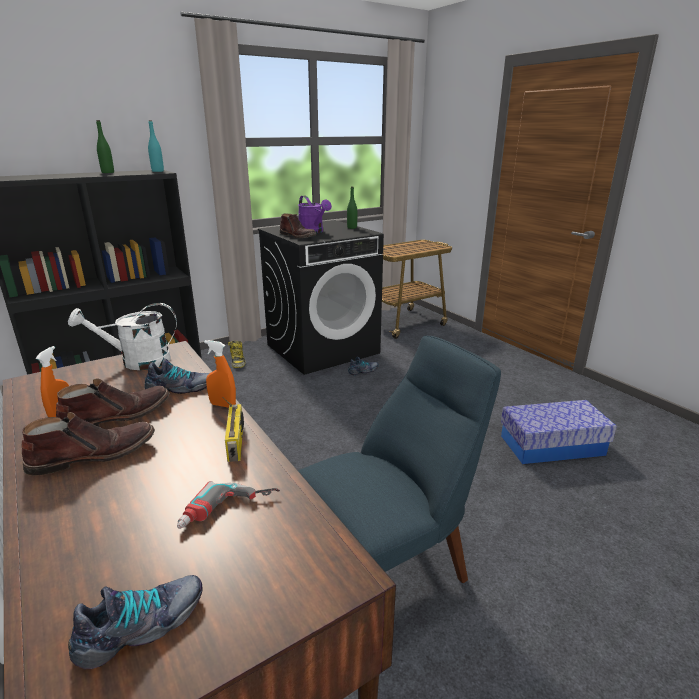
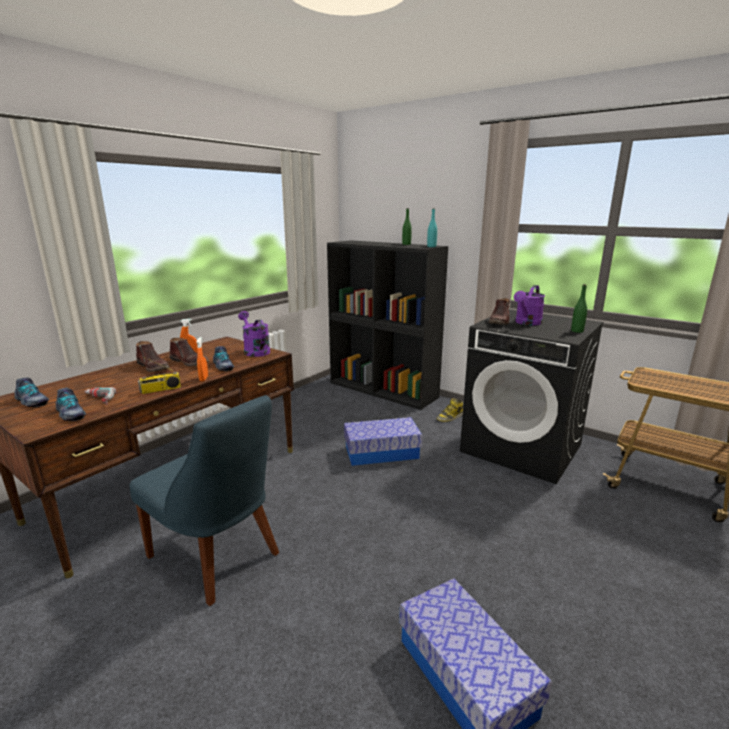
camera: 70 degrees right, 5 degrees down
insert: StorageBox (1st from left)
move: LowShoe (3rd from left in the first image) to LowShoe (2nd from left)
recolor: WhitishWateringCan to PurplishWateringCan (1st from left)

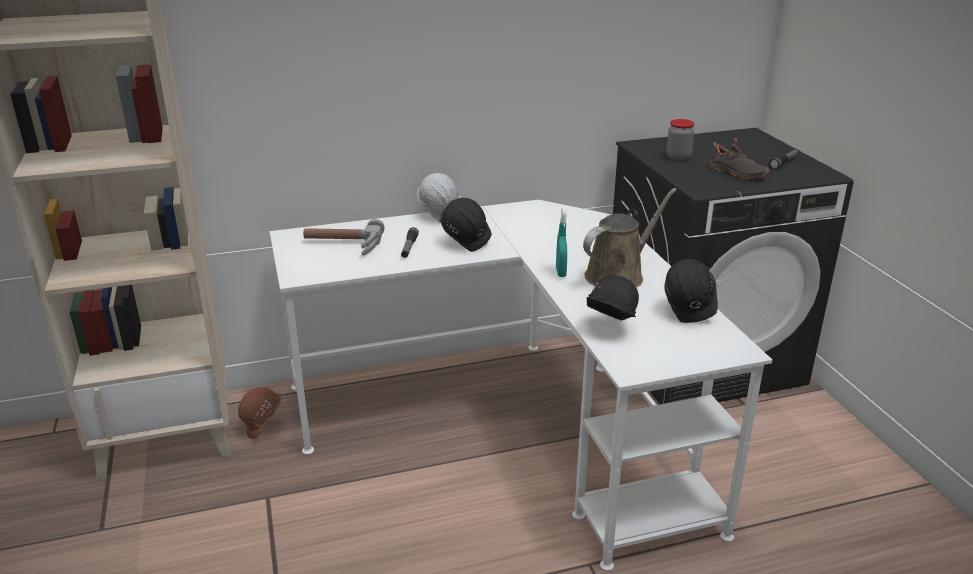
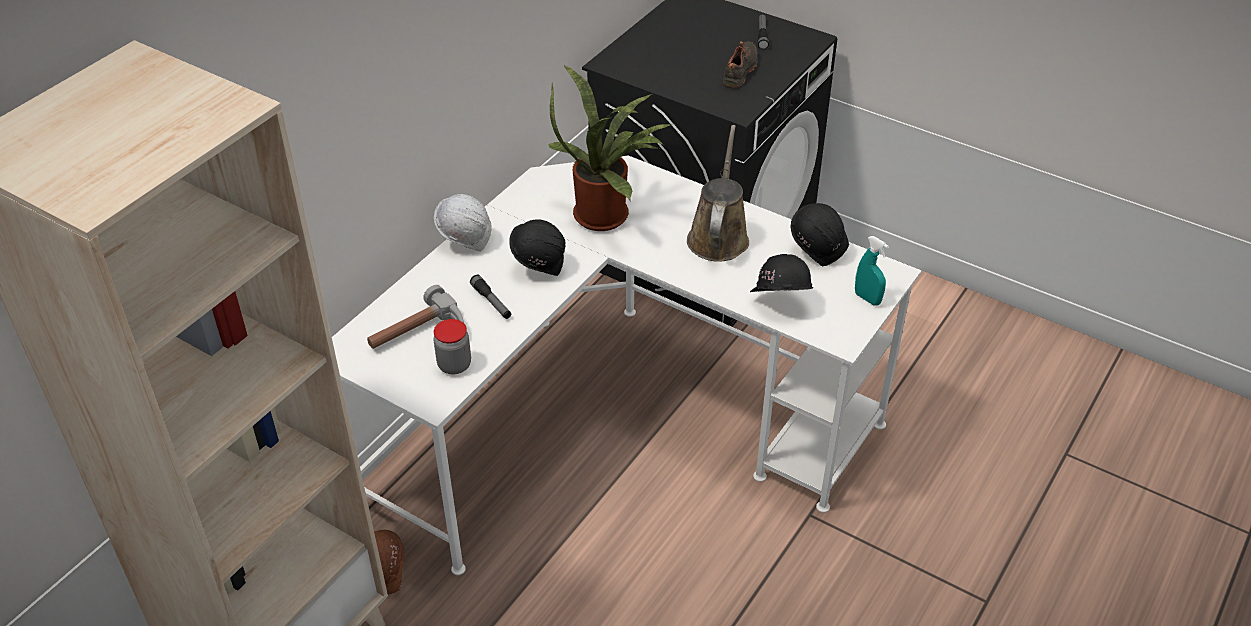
camera: 40 degrees left, 15 degrees up
insert: PottedPlant
move: BlueGreenSprayBottle; StorageJar
rotate: BlackishLowShoe 75 degrees counterclockwise

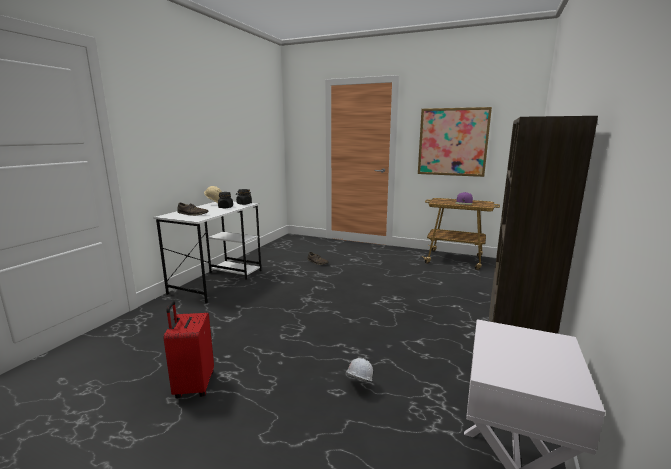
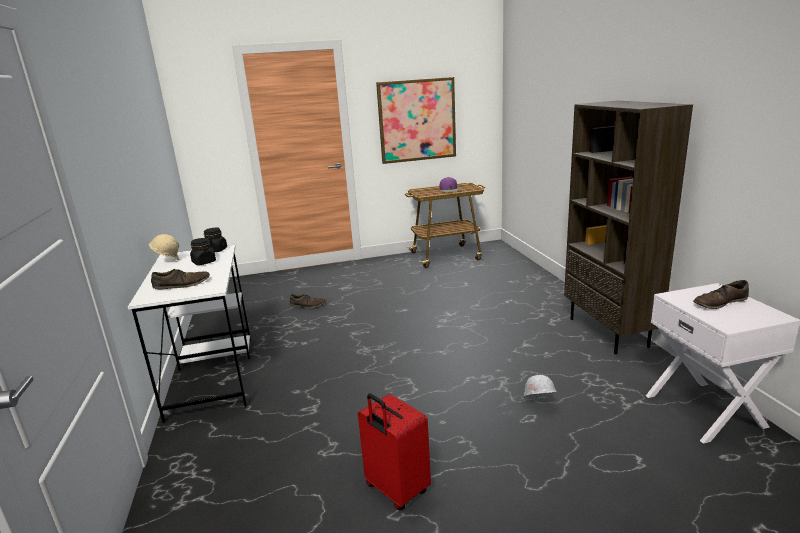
camera: 35 degrees left, 5 degrees up
insert: BrownishLowShoe (3rd from left)

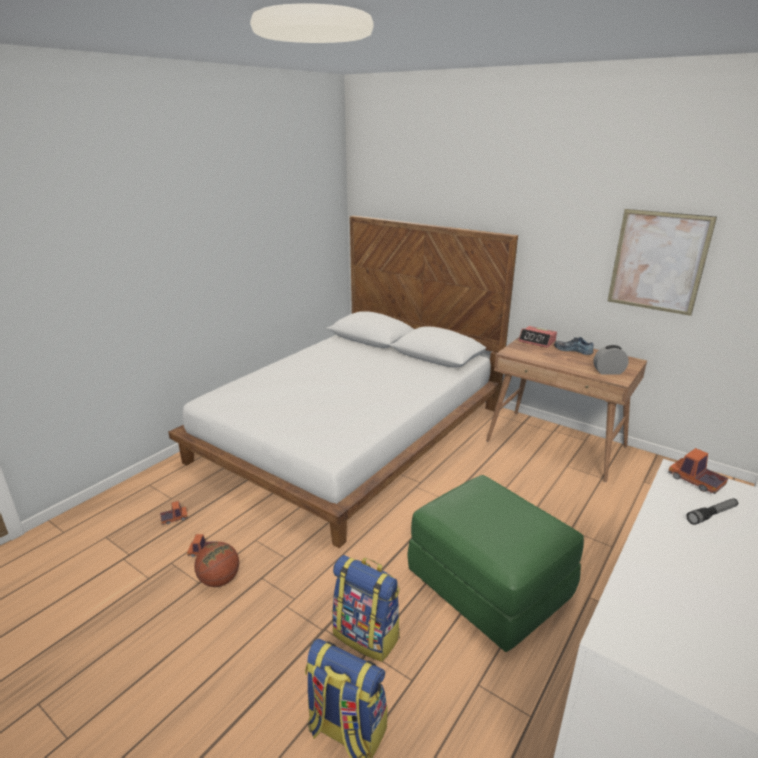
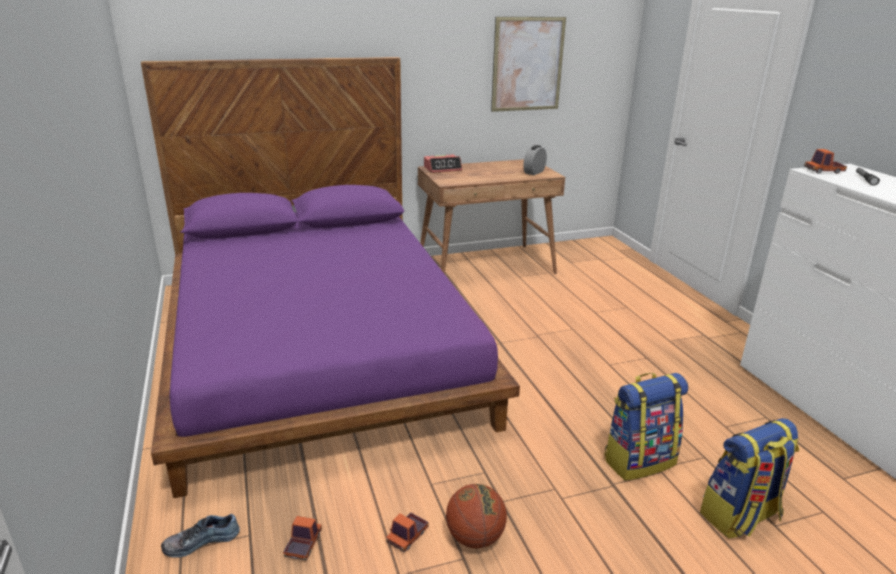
camera: 55 degrees left, 0 degrees up
delete: GreenishPouffe
move: LowShoe
recolor: WhitishBedroomBed to PurplishBedroomBed

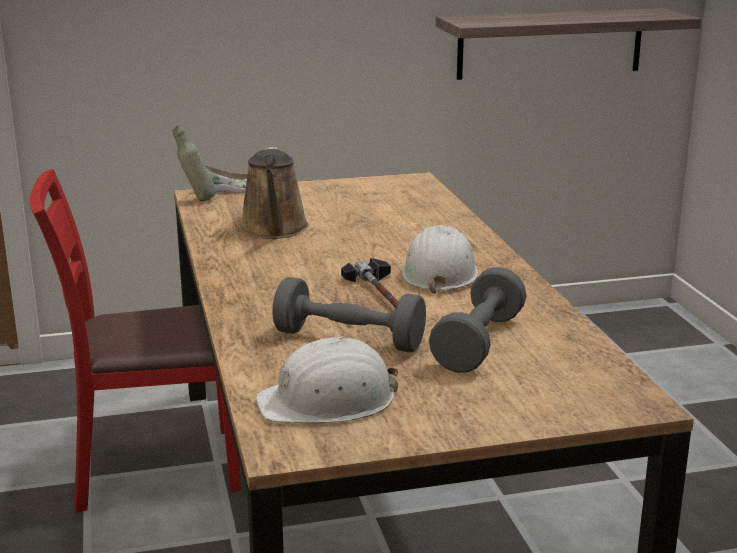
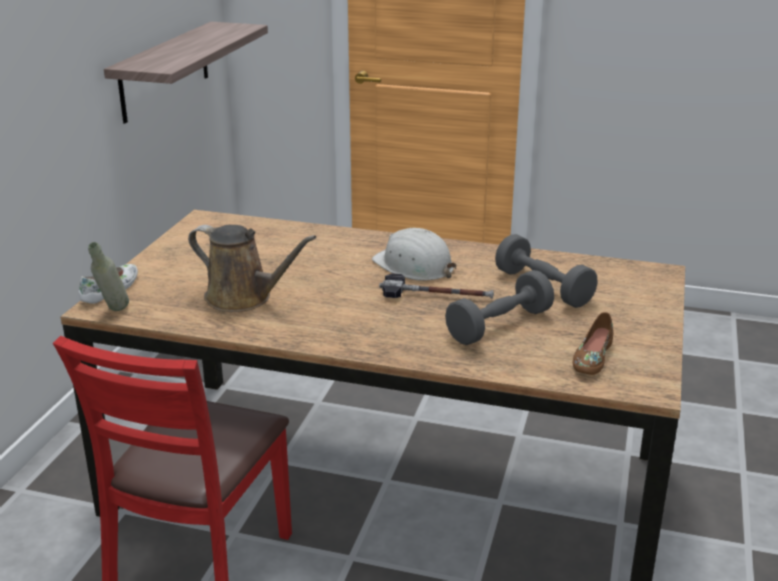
camera: 60 degrees left, 5 degrees up
replace: WhitishWorkHelmet (1st from left) to BrownishLowShoe

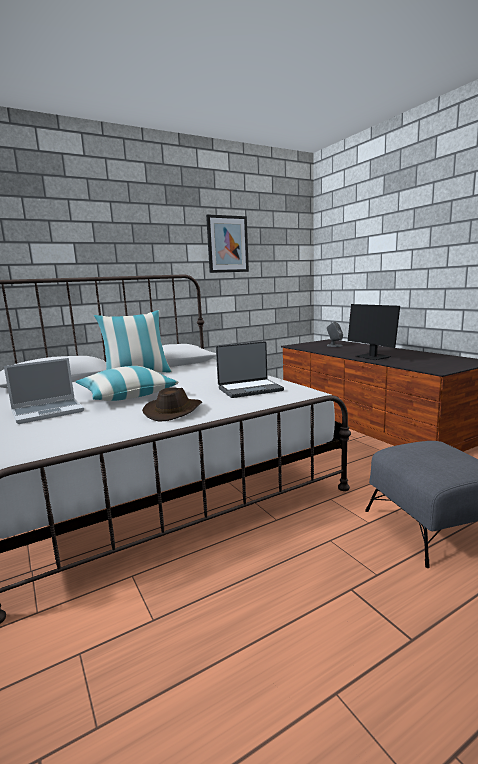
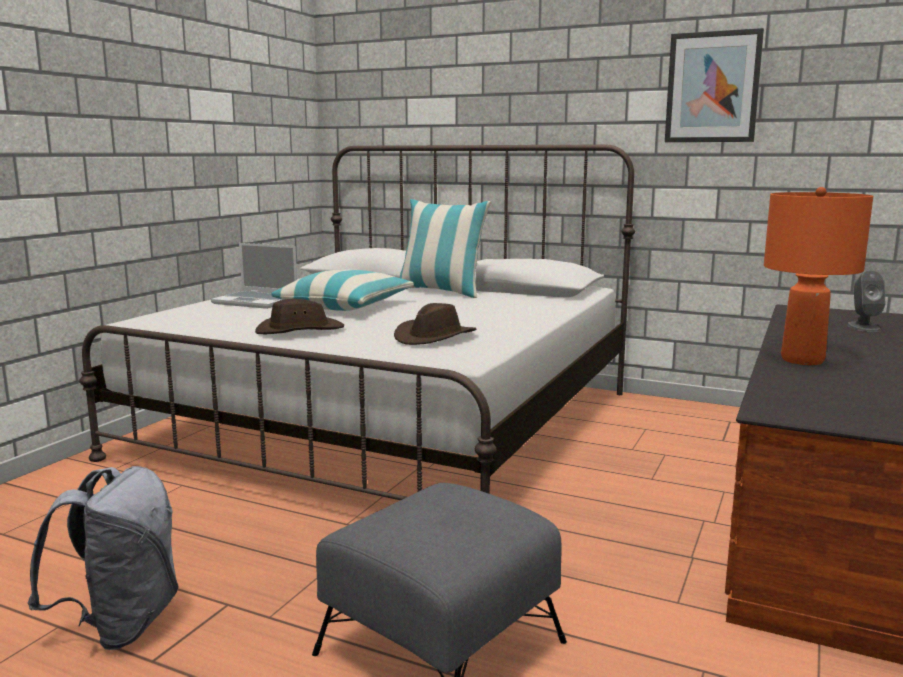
camera: 55 degrees right, 0 degrees up
insert: GreyishKnapsack
replace: Laptop (2nd from left) to BrownishWearableHat (2nd from left); ComputerDisplay to OrangeColouredLampForATable

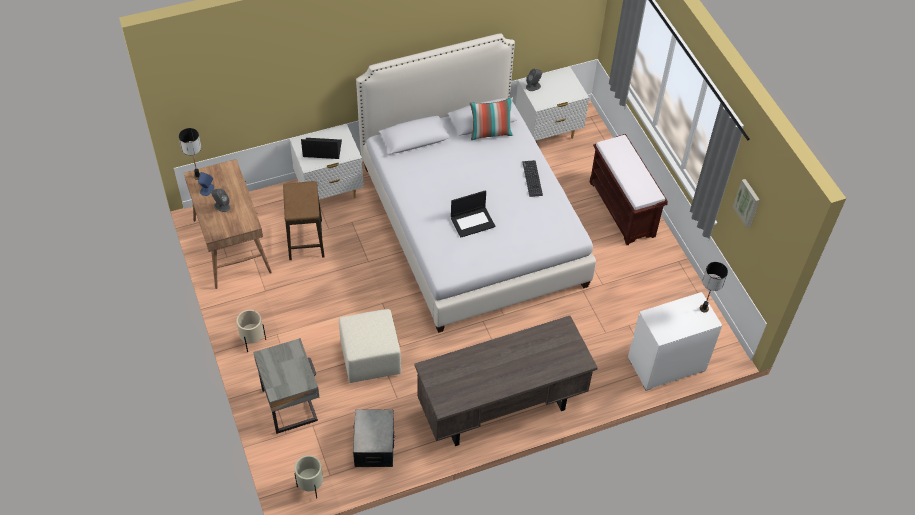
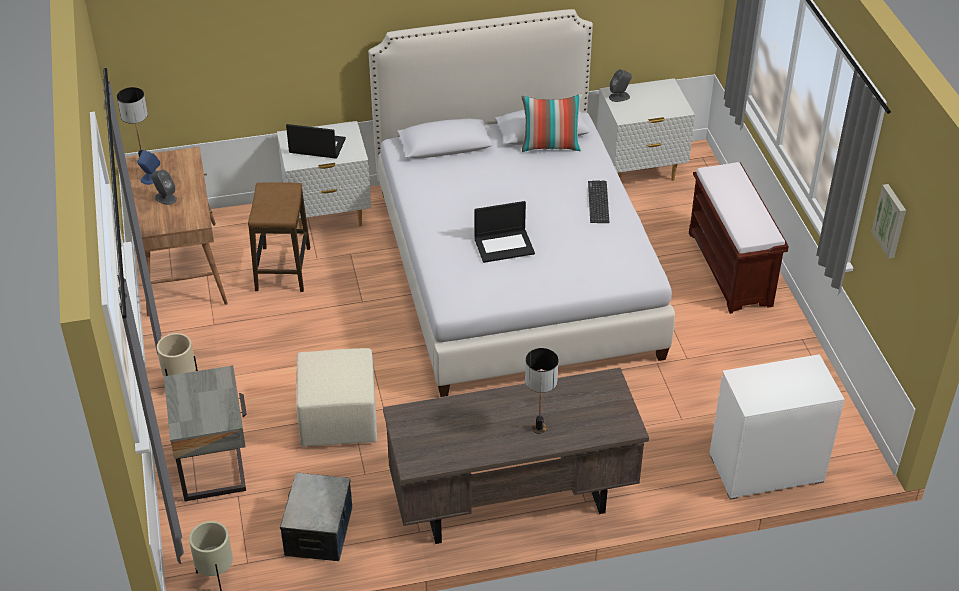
camera: 10 degrees right, 10 degrees down
move: LampForATable (2nd from left)

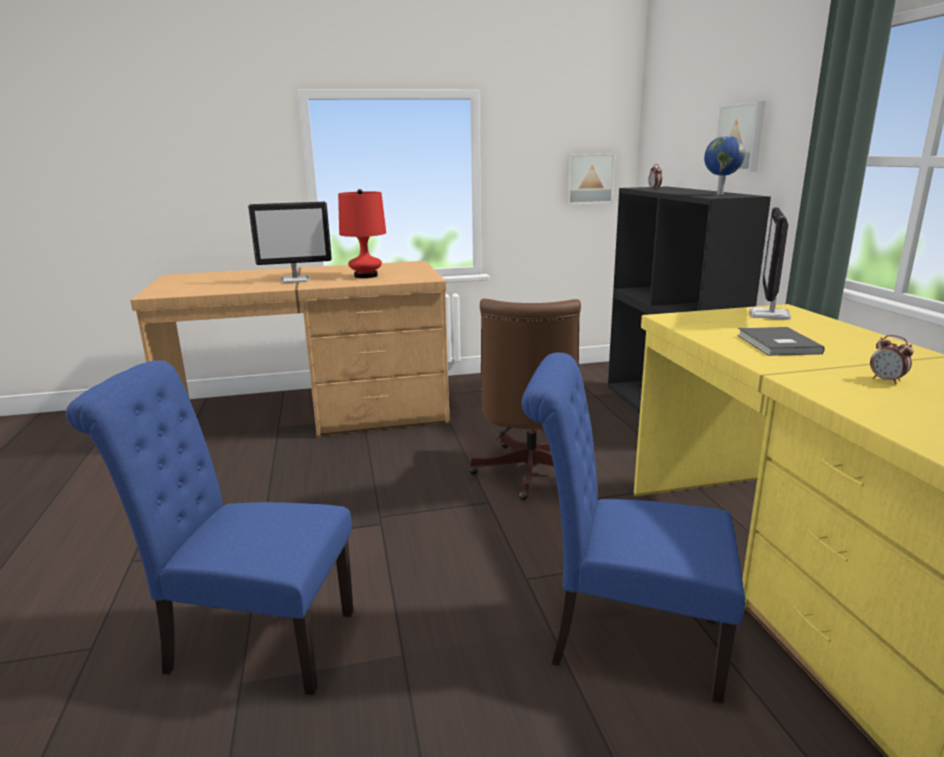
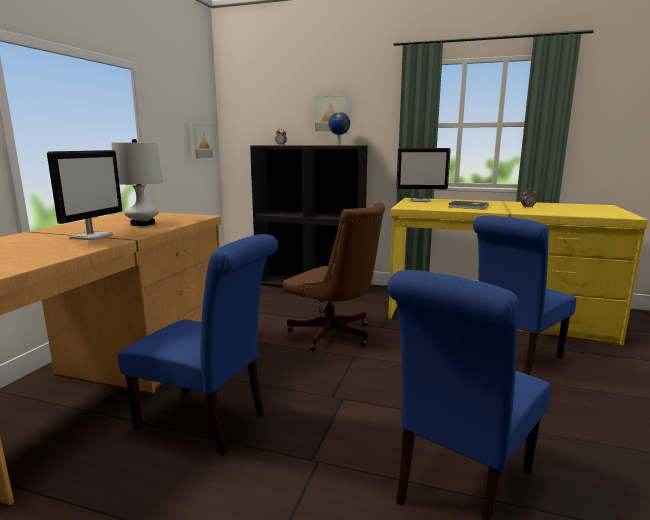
camera: 60 degrees left, 5 degrees down
insert: BlueUprightChair (1st from left)
recolor: RedColouredLampForATable to WhitishLampForATable
rotate: ComputerDisplay (2nd from left) 45 degrees counterclockwise

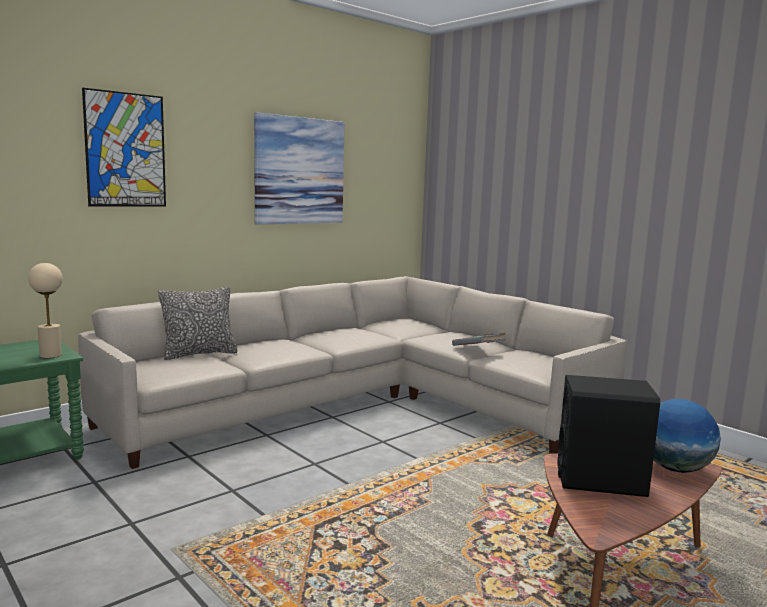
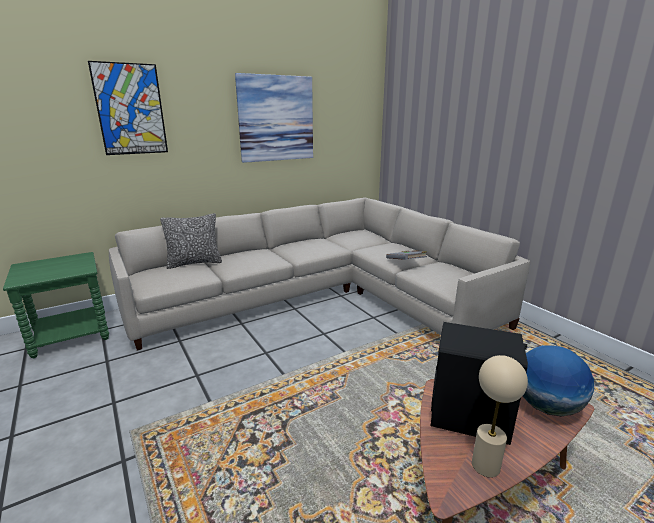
camera: 10 degrees right, 10 degrees up
move: BeigeLampForATable

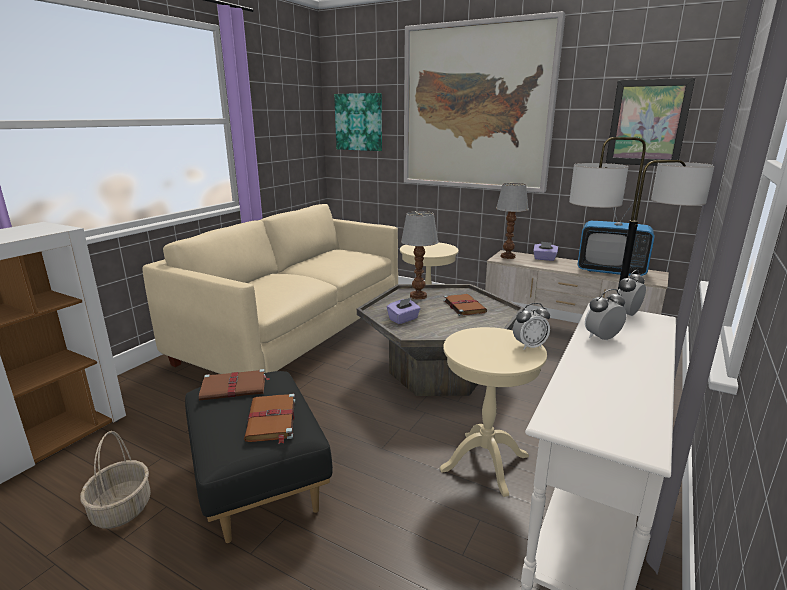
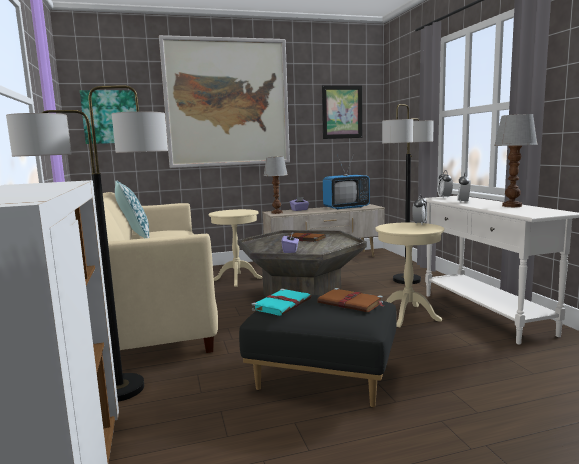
camera: 45 degrees left, 10 degrees down
delete: StorageBasket
insert: FloorLamp (1st from left); ThrowPillow
move: LampForATable (1st from left in the first image) to LampForATable (2nd from left)
recolor: BrownishVolume (1st from left) to BlueGreenVolume

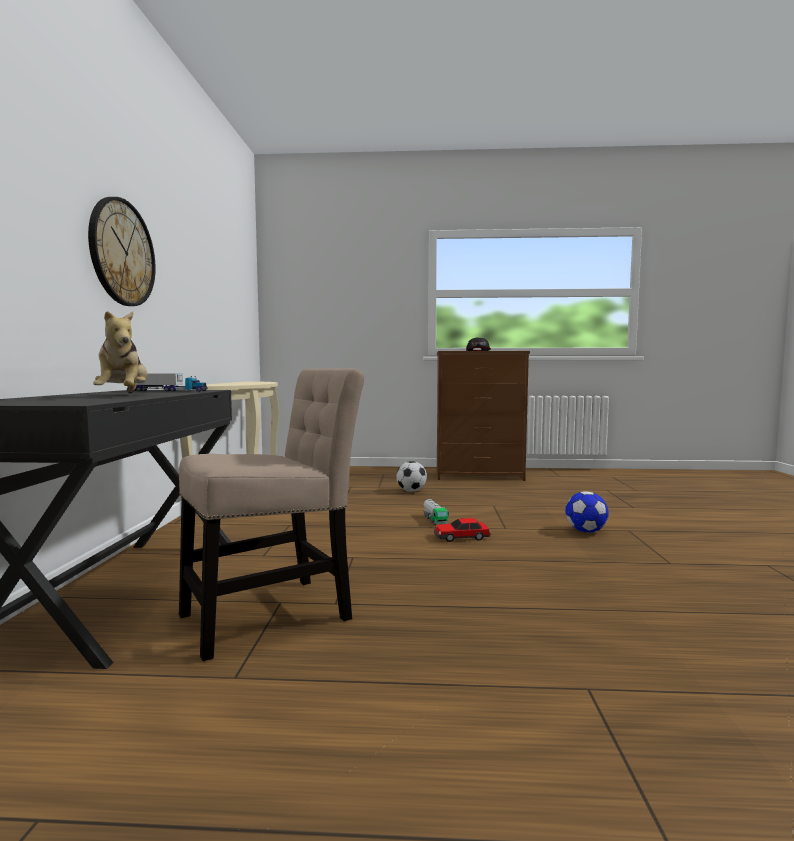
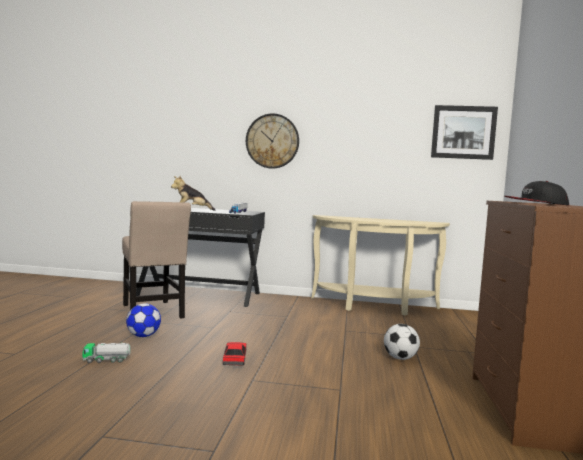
camera: 95 degrees right, 0 degrees up
insert: Picture
move: ModelTruck (2nd from left in the first image) to ModelTruck (1st from left); BallForFootball (2nd from left in the first image) to BallForFootball (1st from left)

